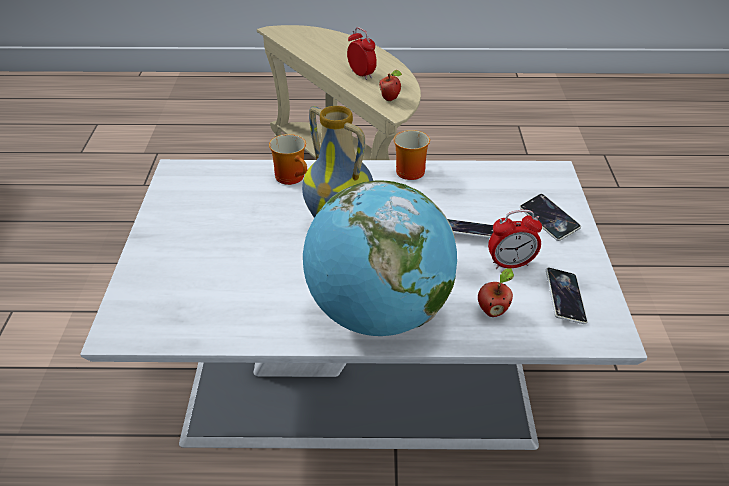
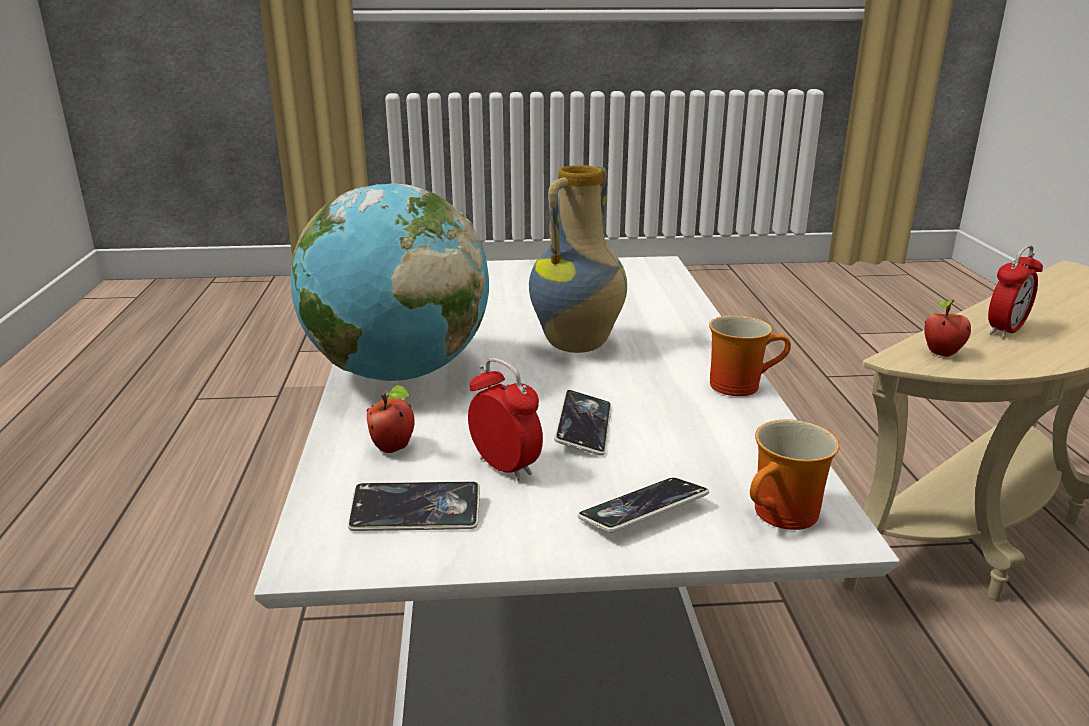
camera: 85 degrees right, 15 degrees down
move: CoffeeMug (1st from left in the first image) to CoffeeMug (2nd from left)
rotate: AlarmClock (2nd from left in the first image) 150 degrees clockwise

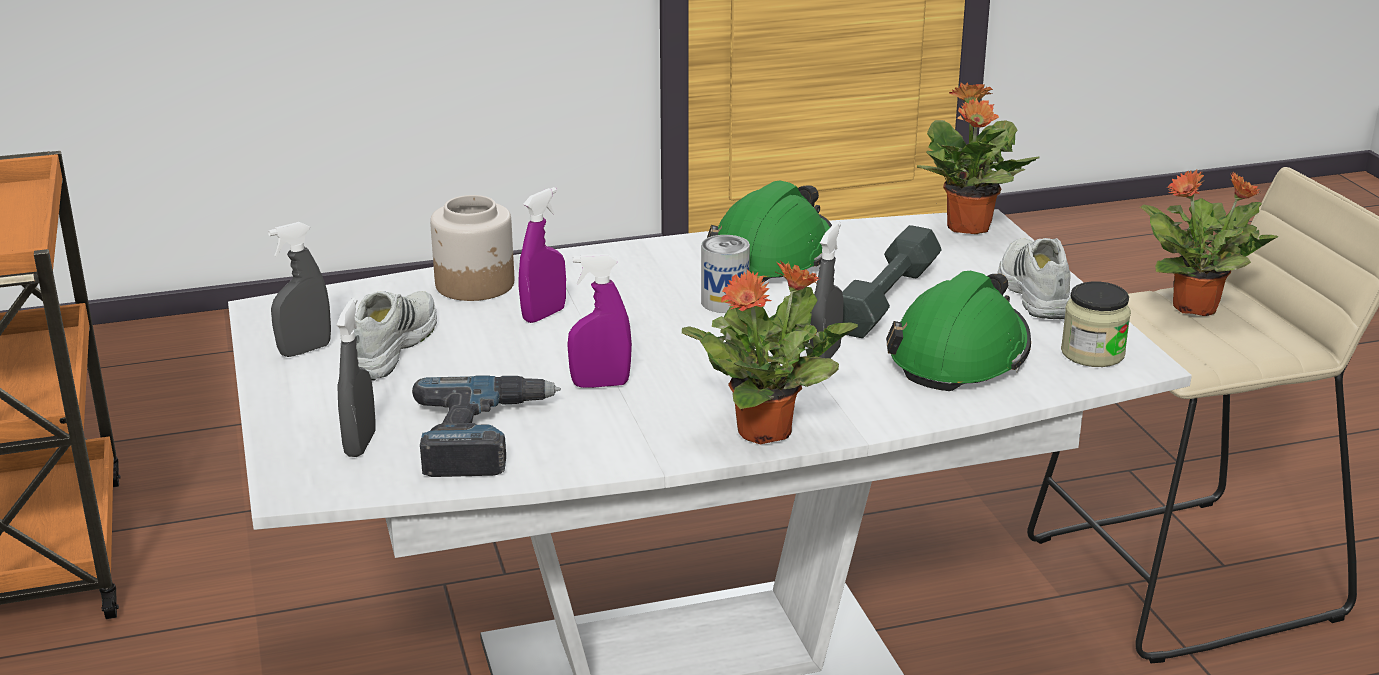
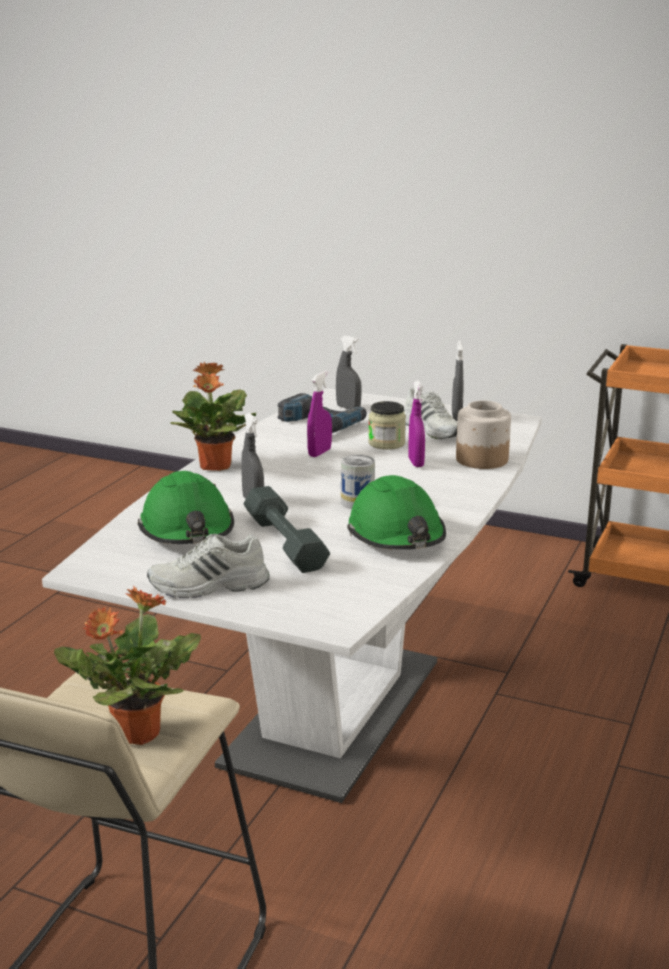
camera: 130 degrees right, 5 degrees down
delete: PottedPlant (2nd from left)
move: StorageJar (2nd from left in the first image) to StorageJar (1st from left)
rotate: WhitishLowShoe (2nd from left in the first image) 135 degrees clockwise

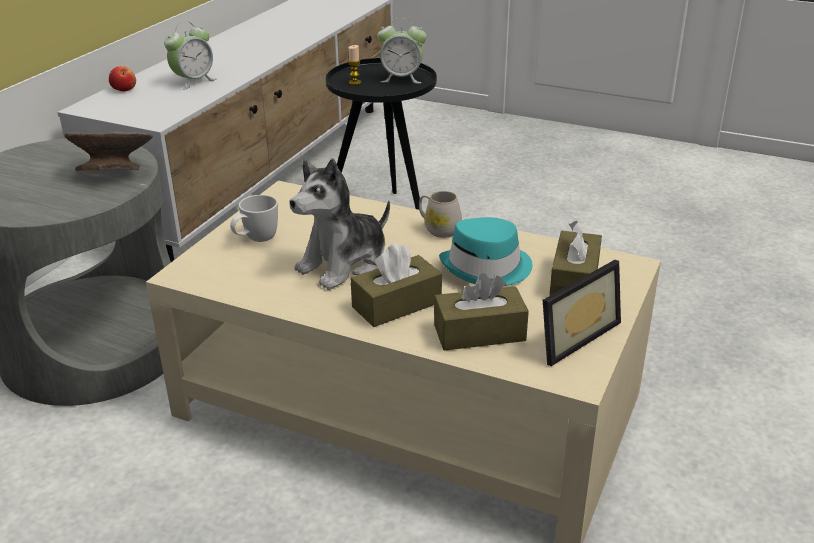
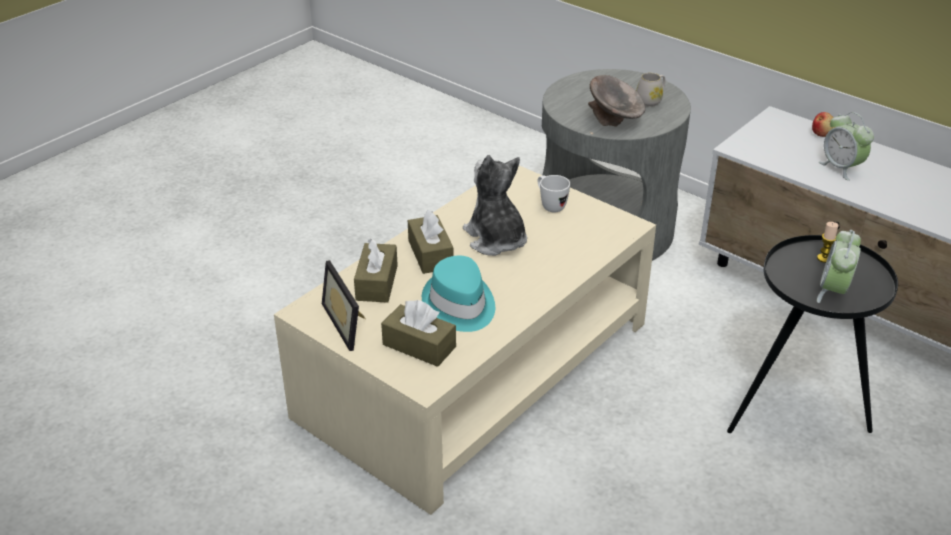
camera: 105 degrees right, 5 degrees up
move: WhitishCoffeeMug (2nd from left)

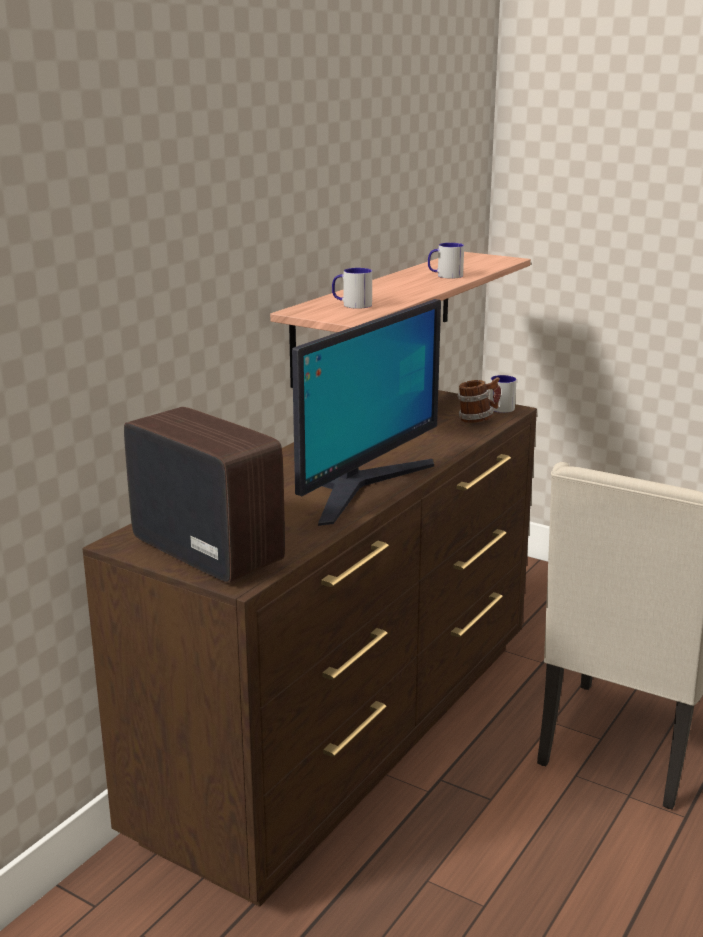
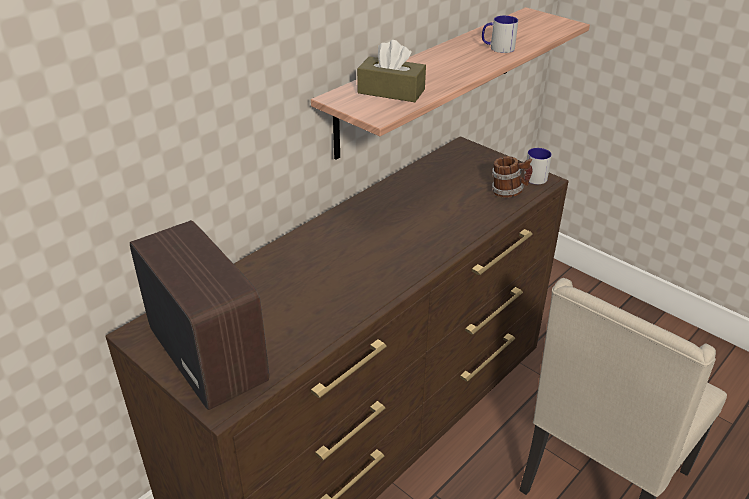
camera: 10 degrees right, 15 degrees up
delete: ComputerDisplay
replace: CoffeeMug (1st from left) to BrownishTissueHolder

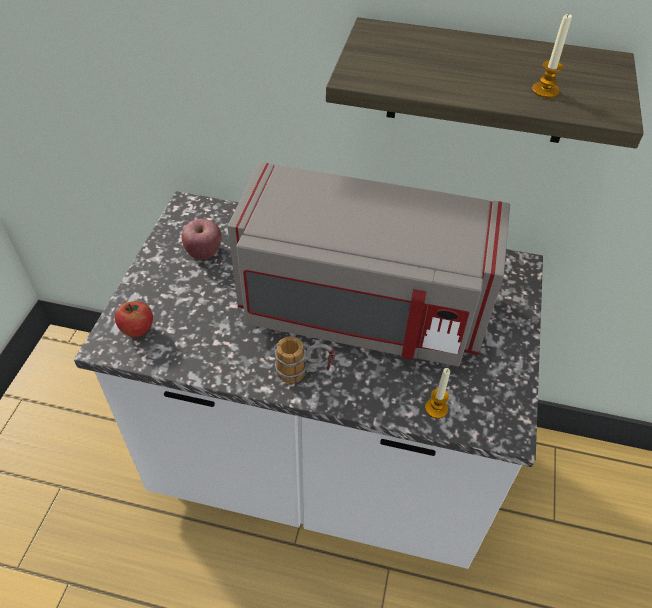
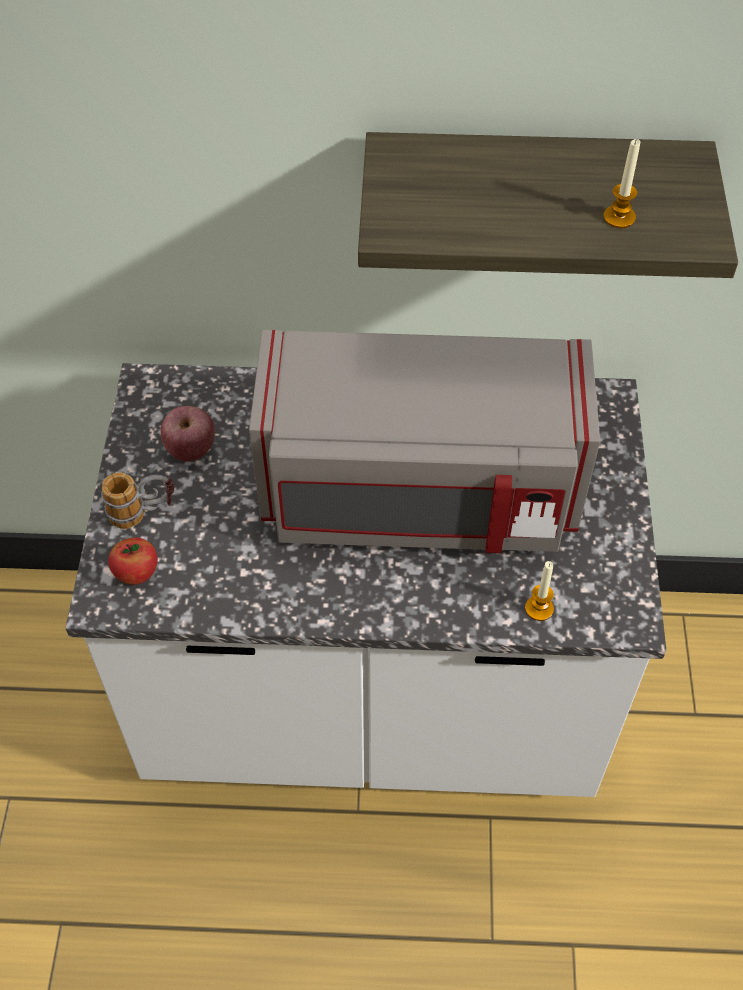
camera: 10 degrees left, 5 degrees up
move: CoffeeMug

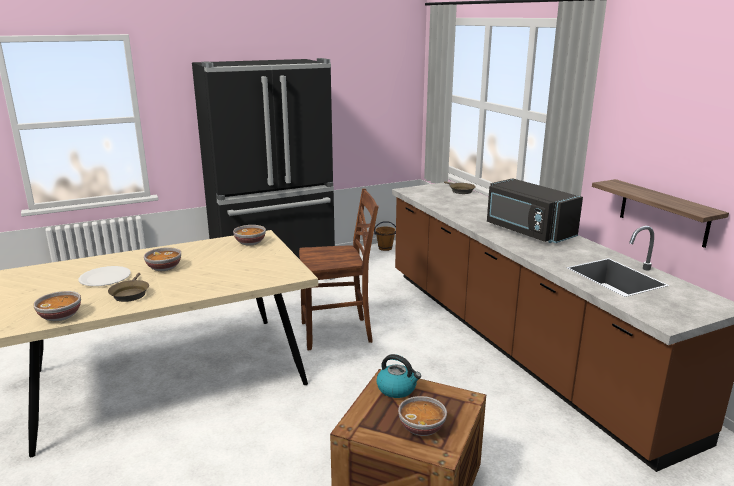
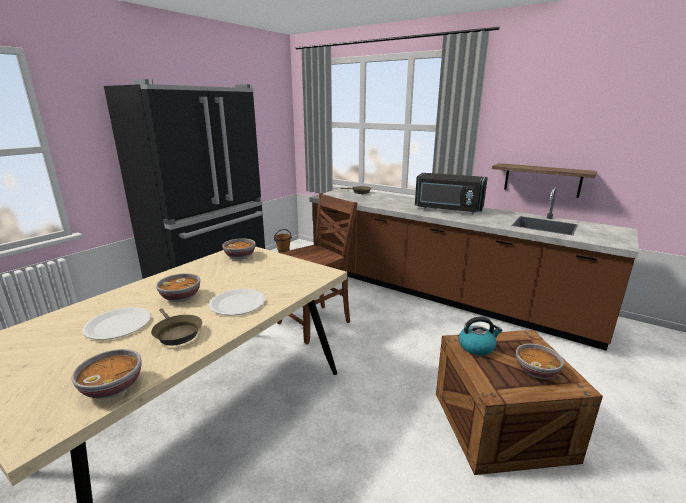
camera: 30 degrees left, 0 degrees up
insert: WhitishFlatDish (2nd from left)

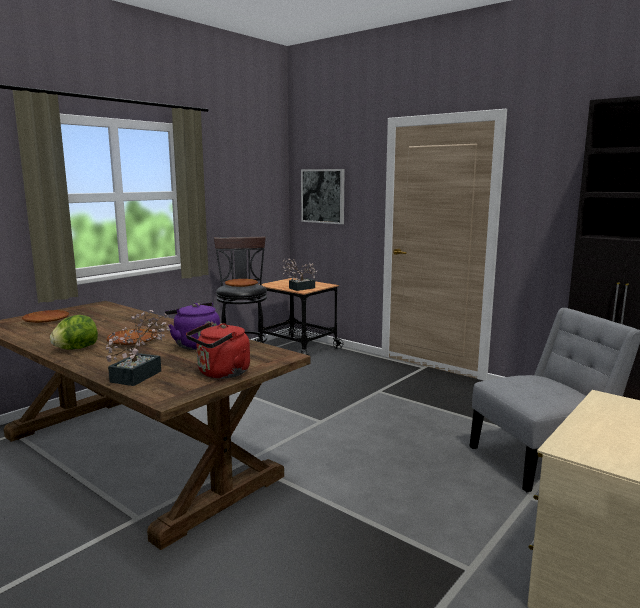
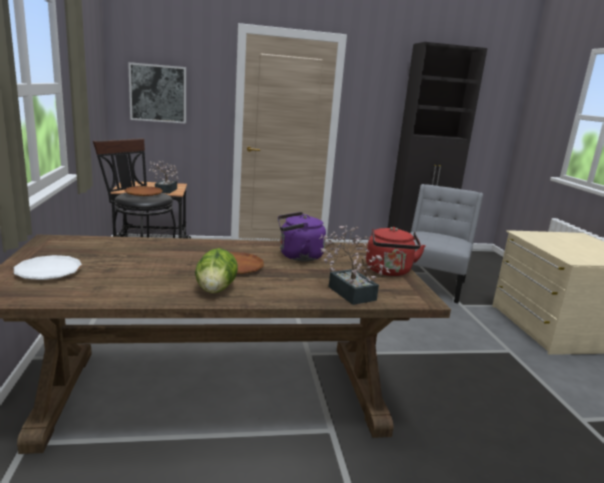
camera: 50 degrees left, 5 degrees up
recolor: BrownishFlatDish (1st from left) to WhitishFlatDish

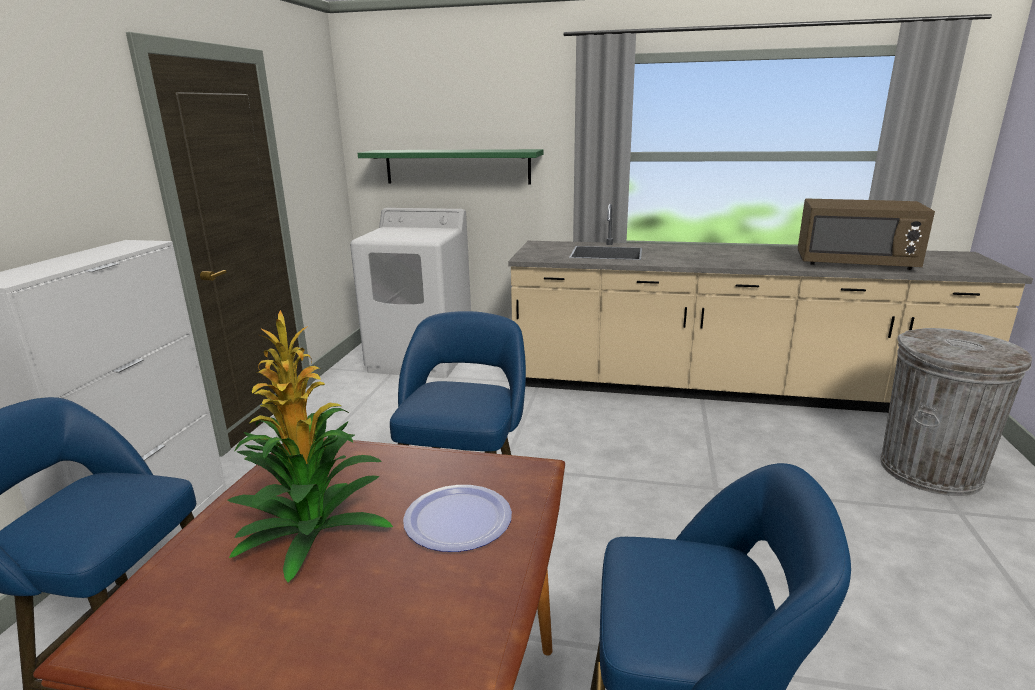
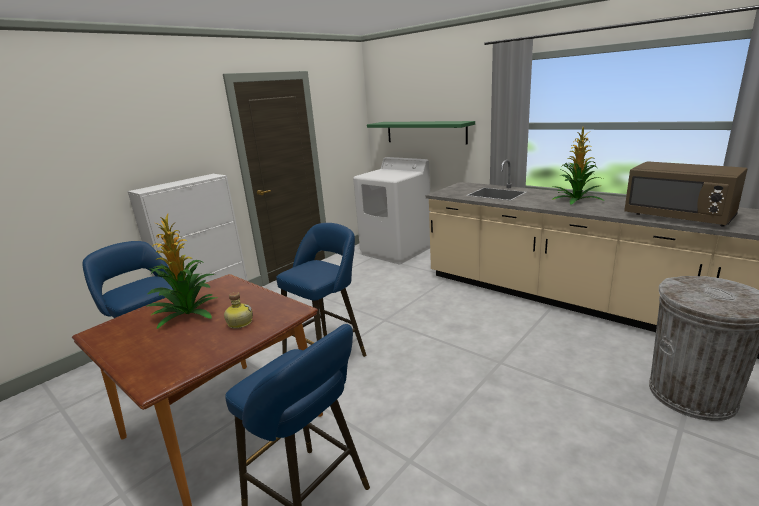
camera: 30 degrees right, 0 degrees up
insert: PottedPlant (2nd from left)
replace: FlatDish to BeverageBottle

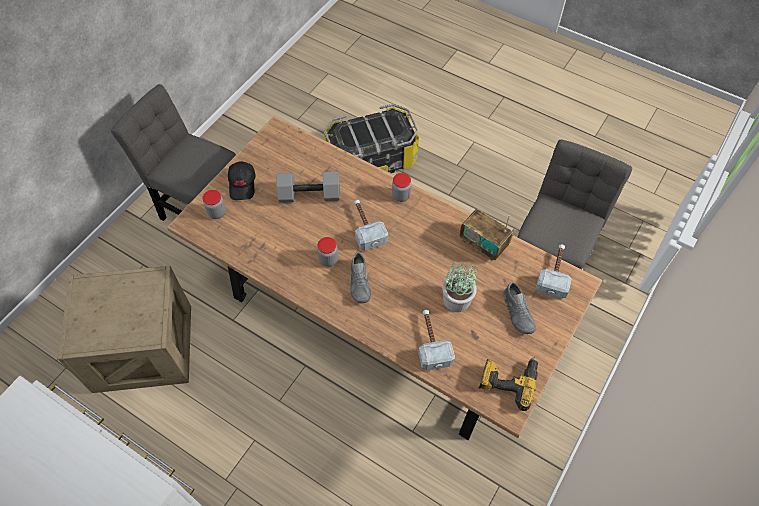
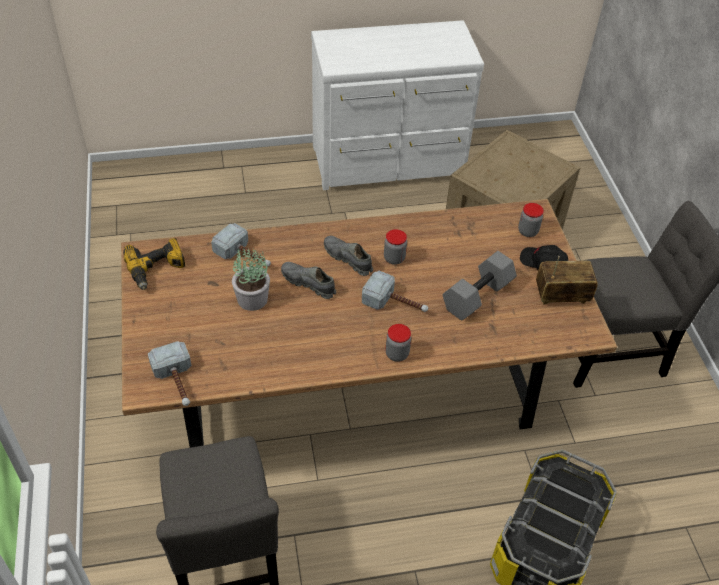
camera: 135 degrees right, 10 degrees down
move: RadioSet; GreyishLowShoe (2nd from left in the first image) to GreyishLowShoe (1st from left)

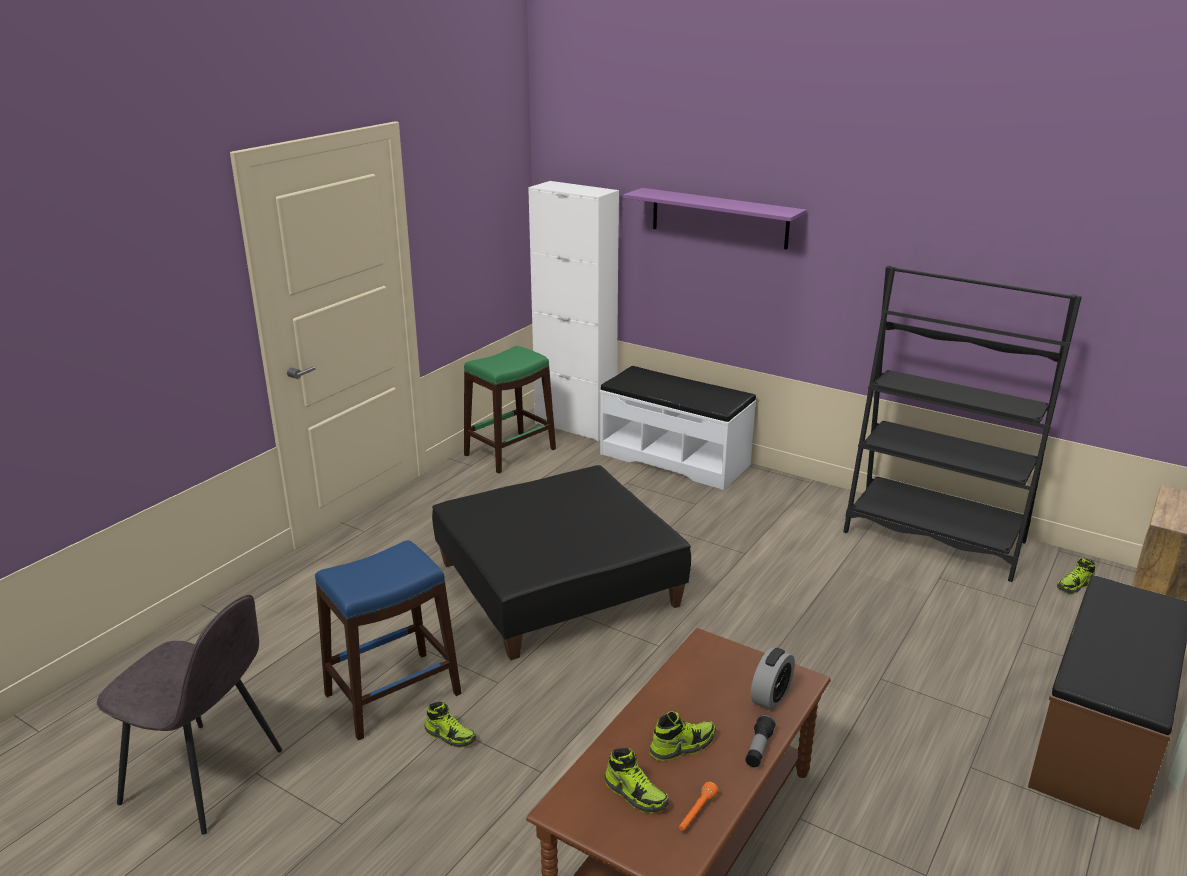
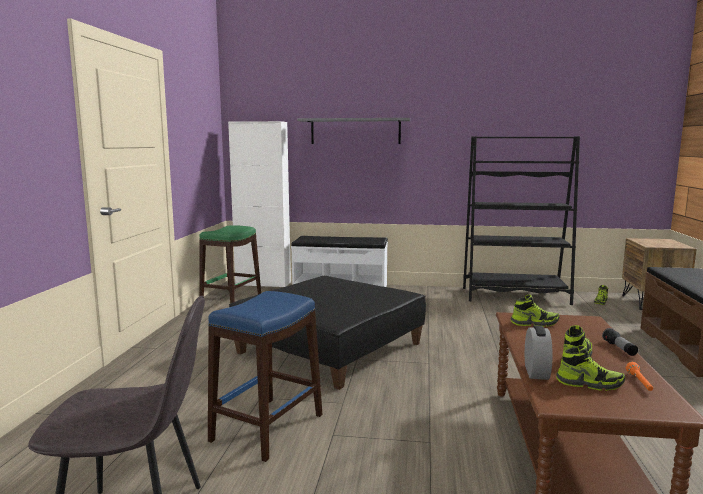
camera: 25 degrees left, 15 degrees down
move: LowShoe (1st from left); AlarmClock
recolor: PurplishBracketShelf to GreyishBracketShelf

